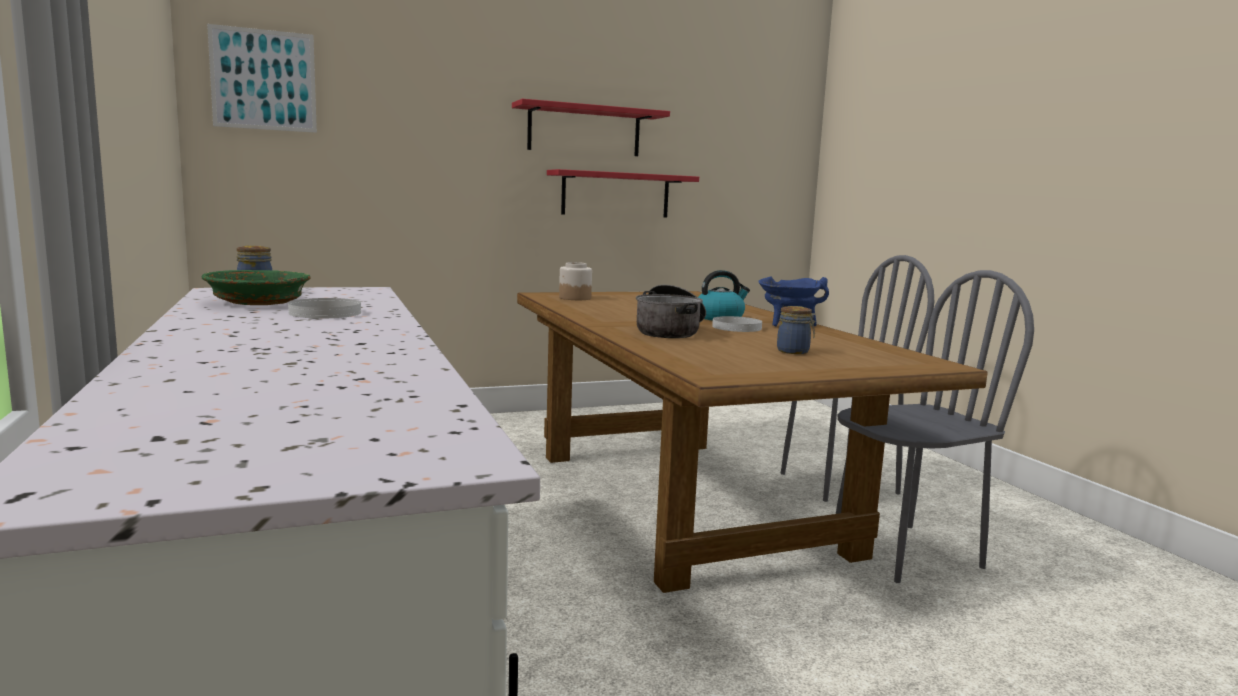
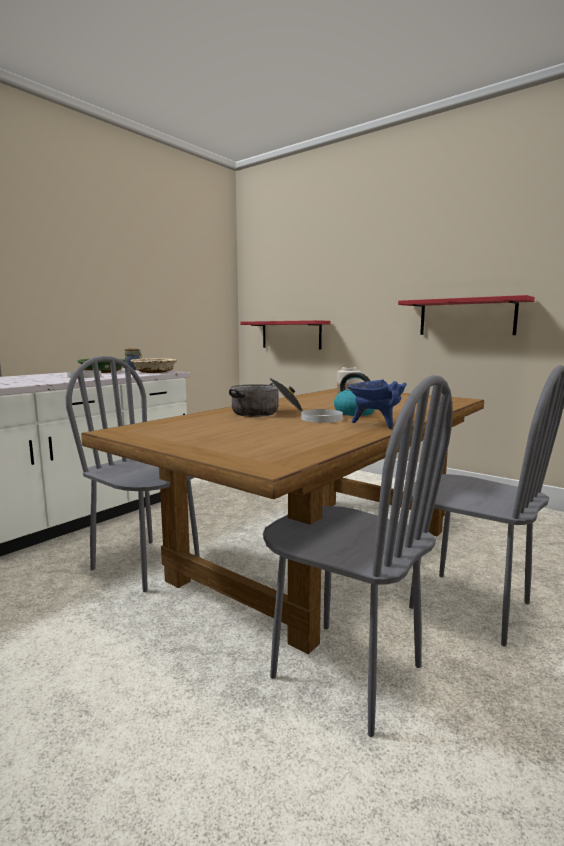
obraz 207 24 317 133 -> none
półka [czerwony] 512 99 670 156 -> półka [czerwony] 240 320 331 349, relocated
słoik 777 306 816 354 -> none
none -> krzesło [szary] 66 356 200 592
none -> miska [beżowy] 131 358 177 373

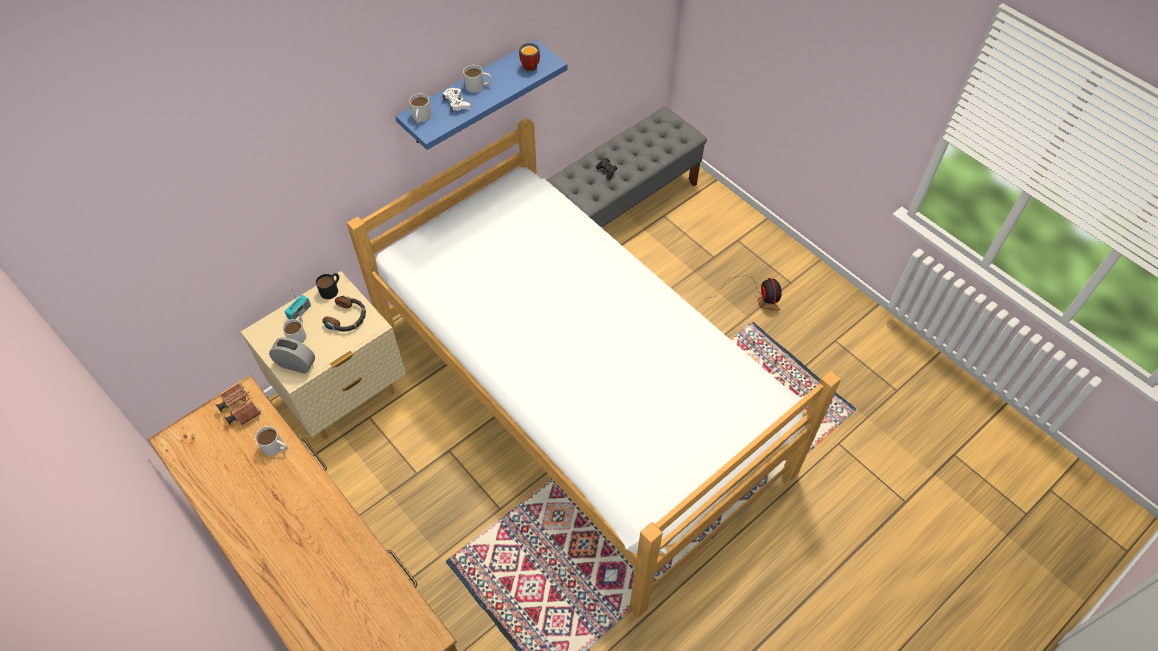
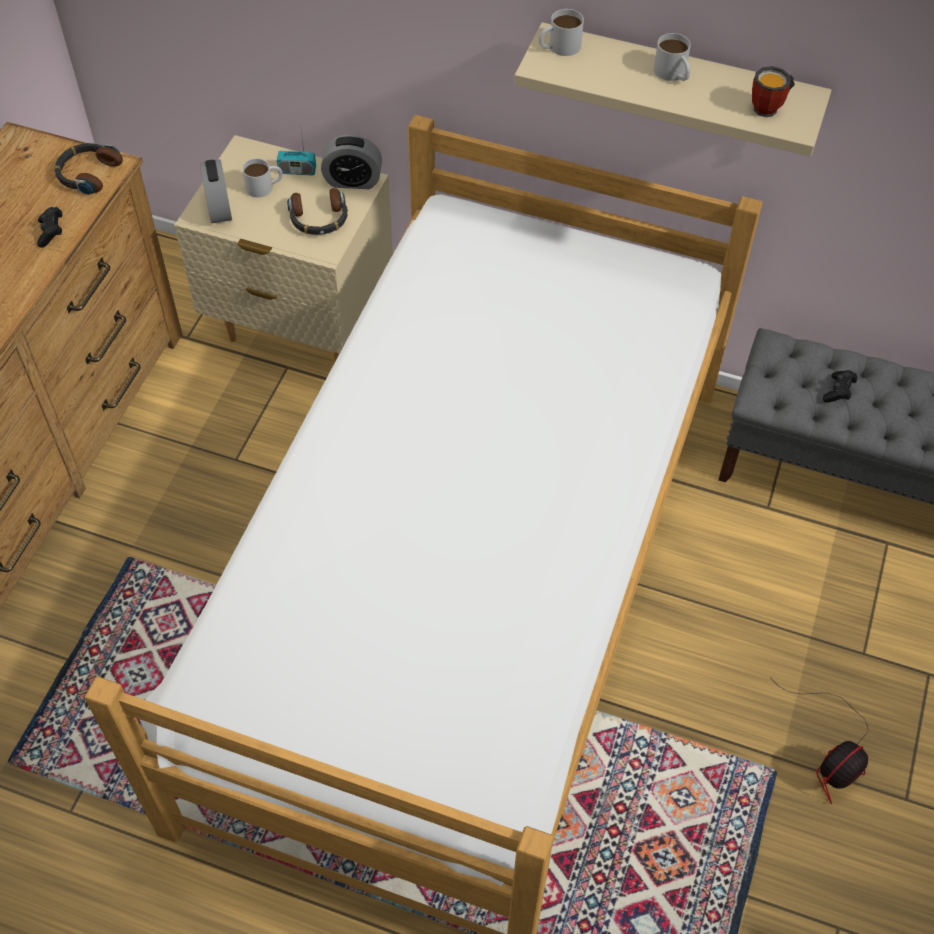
lornetka [brązowy] 216 383 261 425 -> słuchawki 54 143 123 195
kubek [biały] 255 426 288 456 -> pad do gier [czarny] 37 207 62 248
kubek [czarny] 316 273 339 299 -> budzik 321 135 382 189
półka [niebieski] 395 40 567 150 -> półka [beżowy] 514 22 831 157
pad do gier [biały] 443 88 471 113 -> none

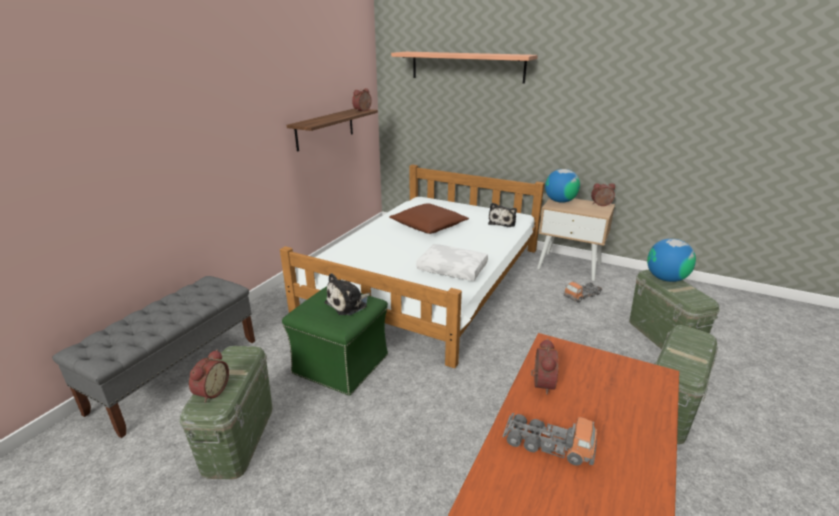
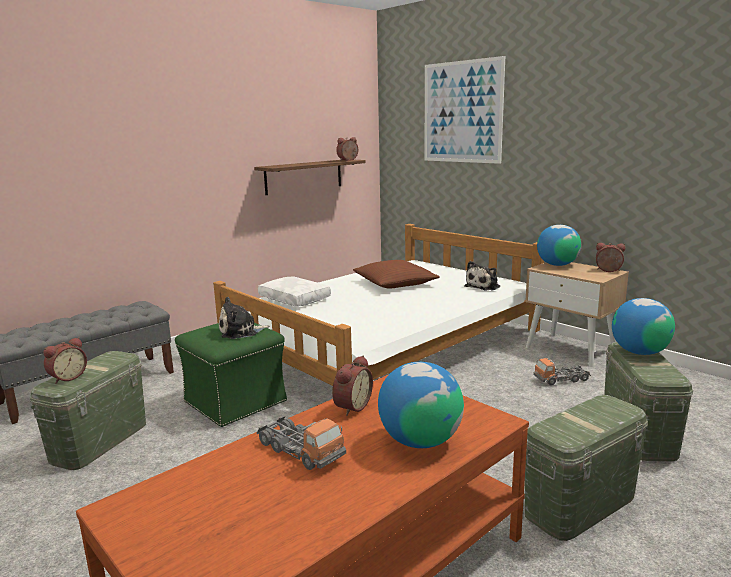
półka 391 52 538 84 -> obraz 425 56 505 164
poduszka [biały] 416 244 488 281 -> poduszka [biały] 258 276 331 306, relocated
none -> globus 378 362 464 448

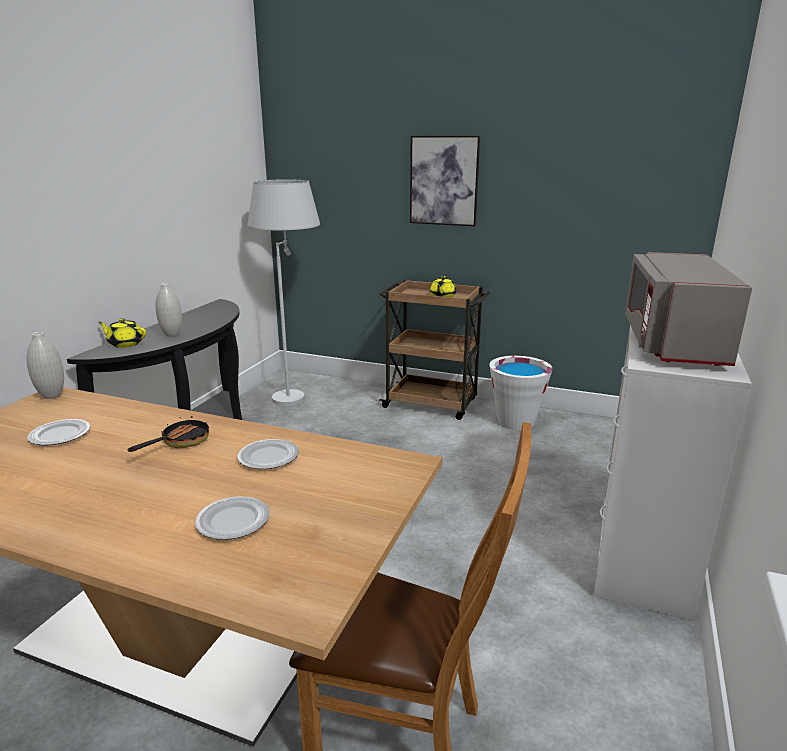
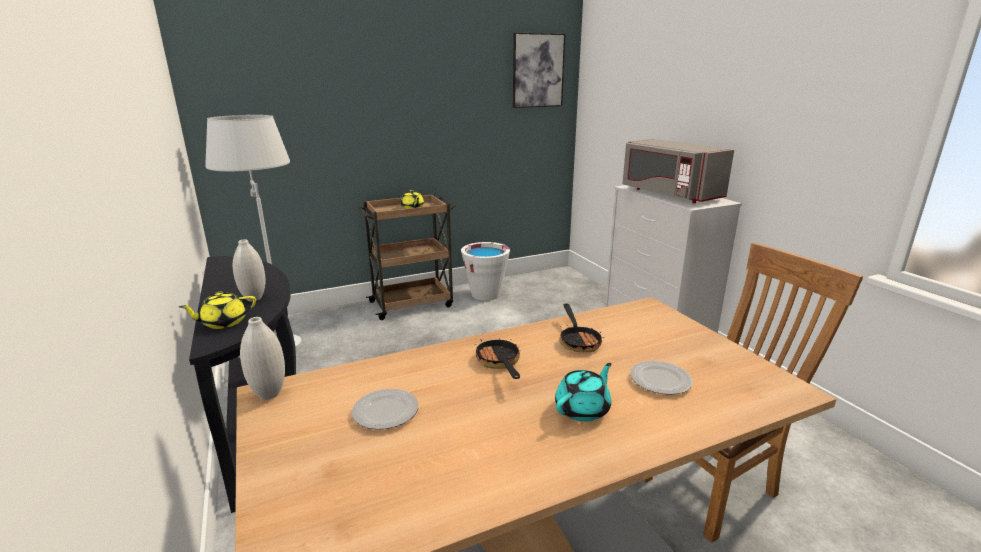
talerz 237 439 299 469 -> patelnia 559 304 604 352
obraz 410 136 480 226 -> obraz 513 33 565 108, relocated
none -> imbryk [turkusowy] 555 363 611 422

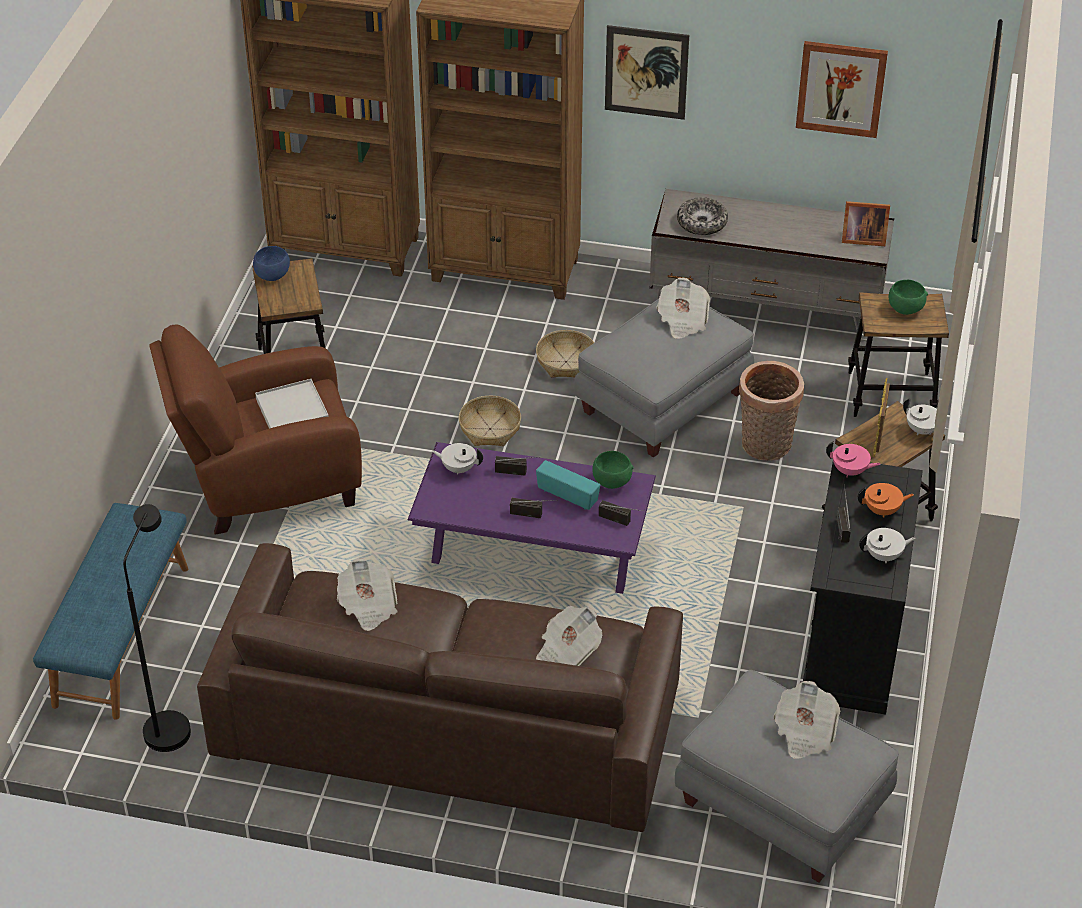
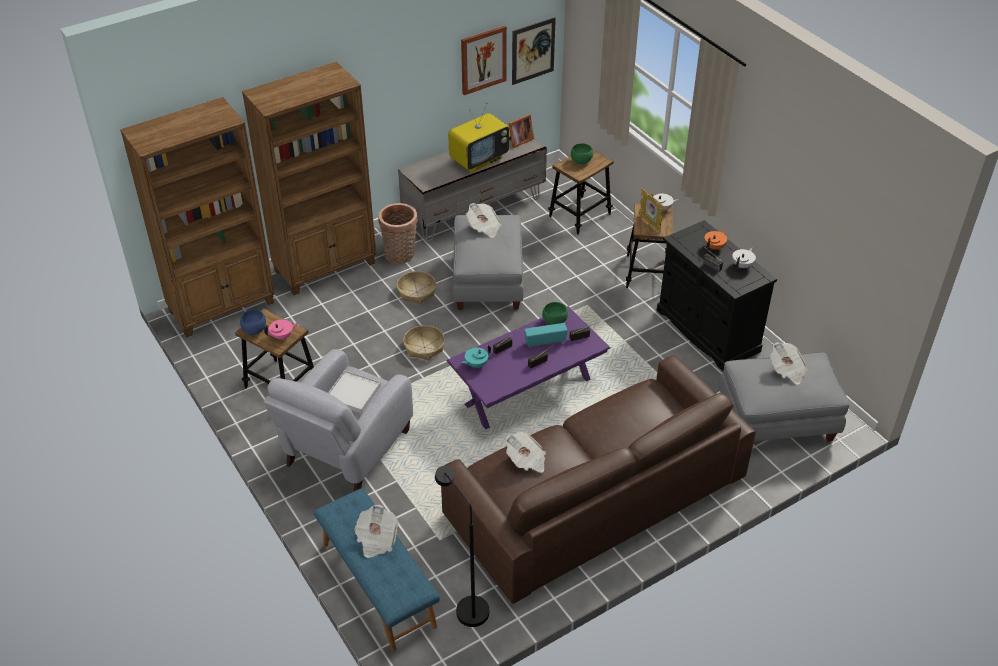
fotel [brązowy] 149 324 362 535 -> fotel [szary] 263 349 413 492
imbryk [biały] 432 443 483 475 -> imbryk [turkusowy] 460 345 491 368
gazeta 536 606 602 666 -> gazeta 354 505 399 558, relocated
obraz 605 25 689 120 -> obraz 512 17 556 85, relocated
miska 677 197 728 235 -> none
koszyk 739 361 804 461 -> koszyk 378 203 418 264, relocated
imbryk [różowy] 826 441 880 477 -> imbryk [różowy] 264 320 299 341, relocated
none -> telewizor 448 104 509 173

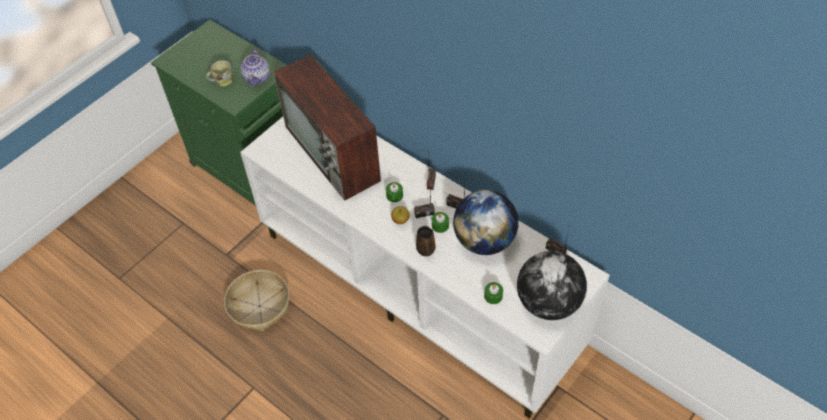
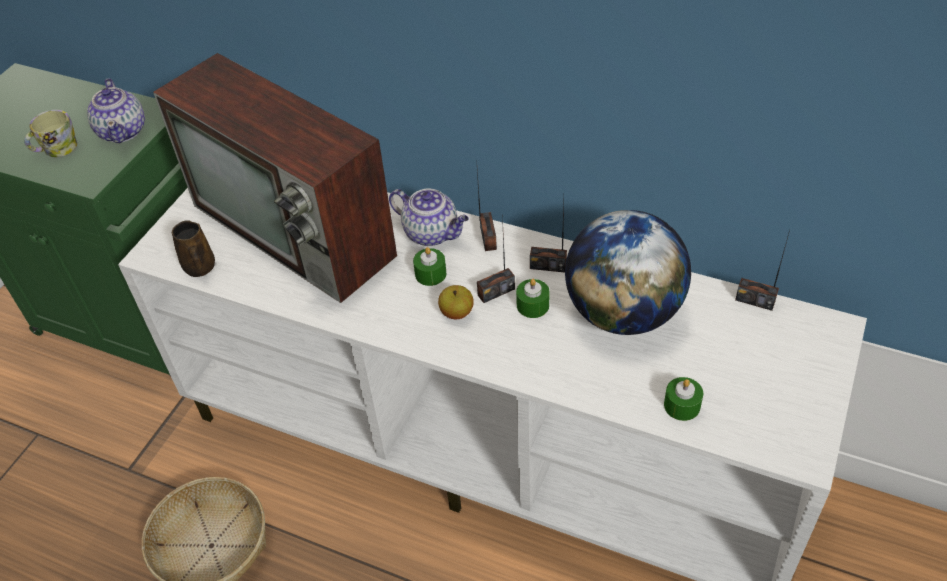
kubek [brązowy] 416 226 436 256 -> kubek [brązowy] 172 220 215 277, relocated
globus 517 251 587 320 -> none
none -> imbryk 389 189 469 246

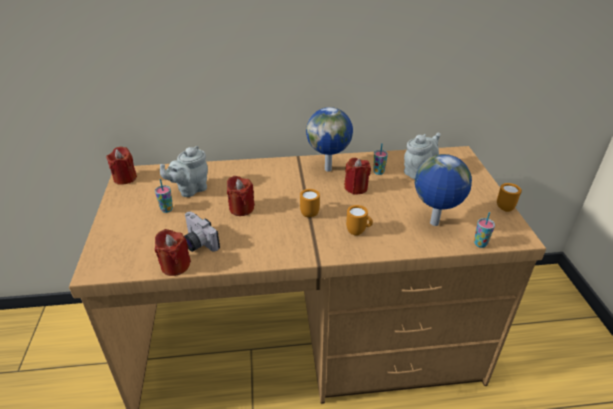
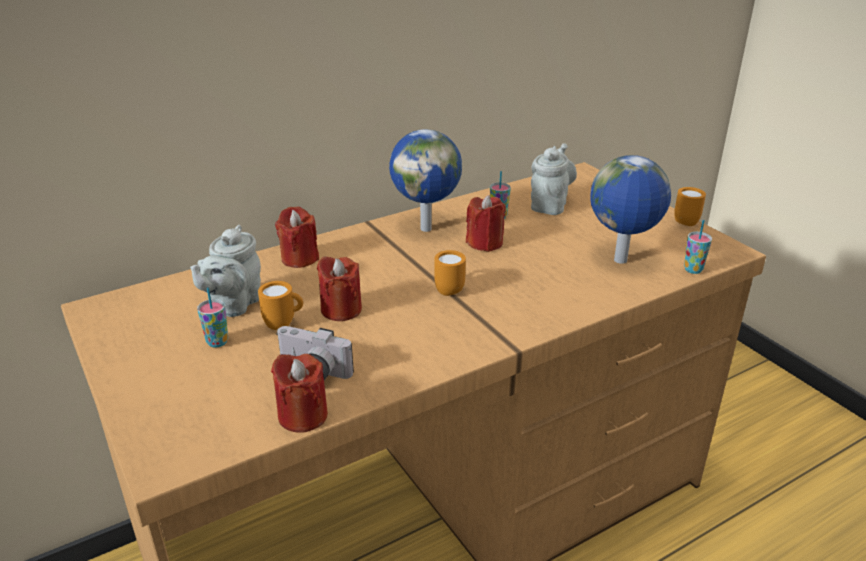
świeca [czerwony] 106 146 137 185 -> świeca [czerwony] 275 207 319 268, relocated
kubek [pomarańczowy] 346 205 373 236 -> kubek [pomarańczowy] 258 281 303 330, relocated

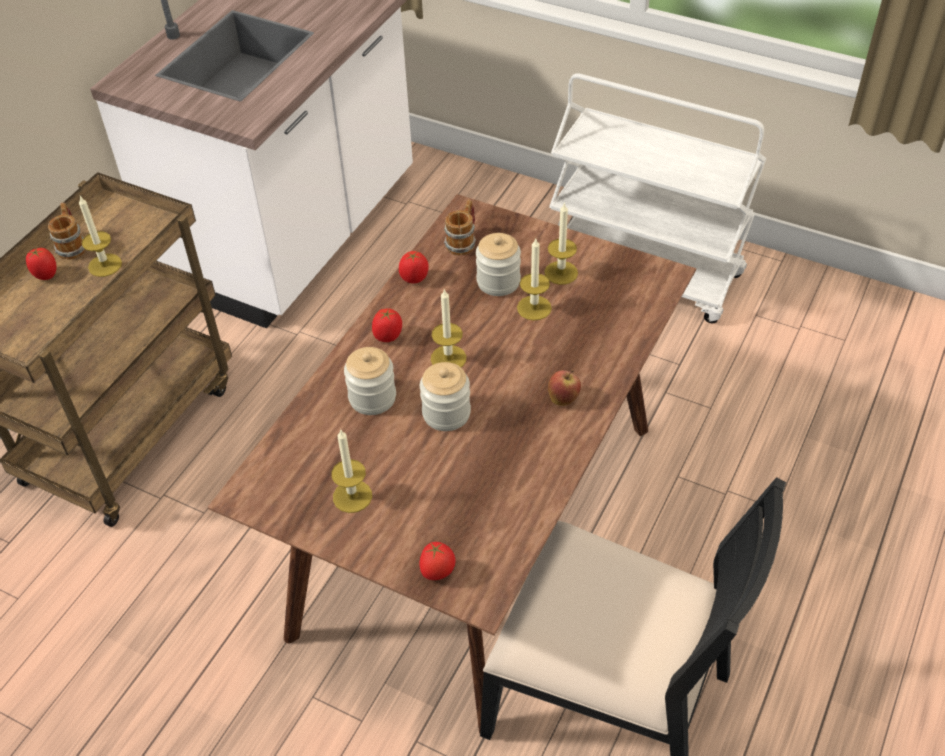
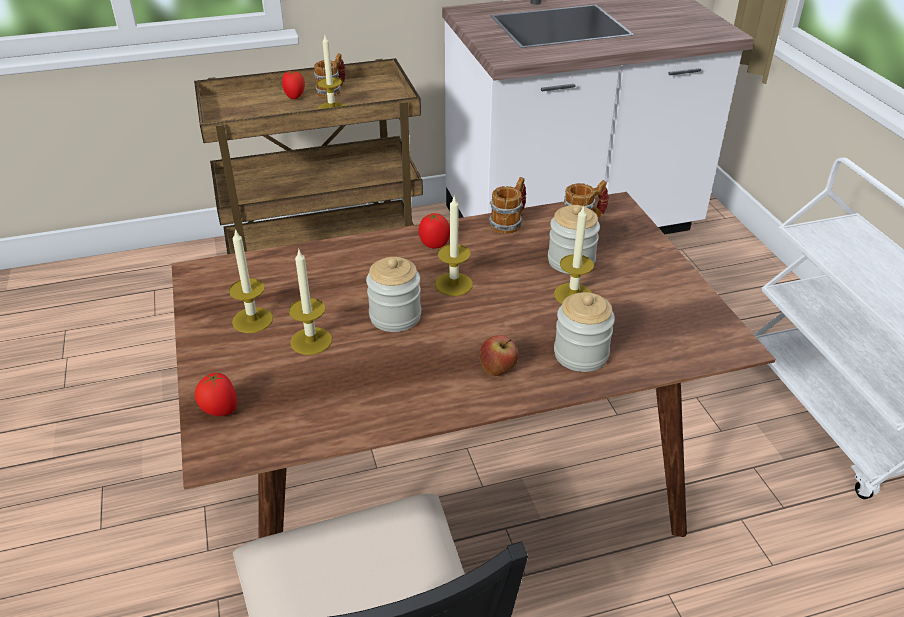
słoik 344 347 396 415 -> słoik 554 292 615 372, relocated
pomidor 399 251 429 283 -> kubek 489 177 526 234
świeca 544 202 578 285 -> świeca 289 250 332 355, relocated

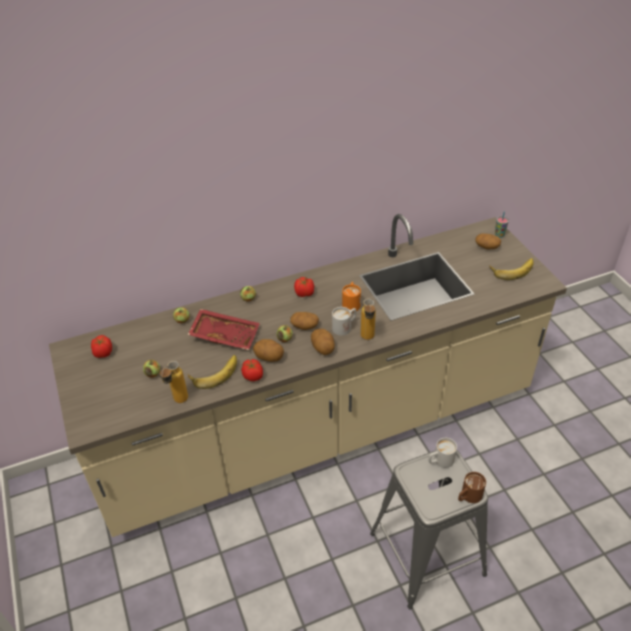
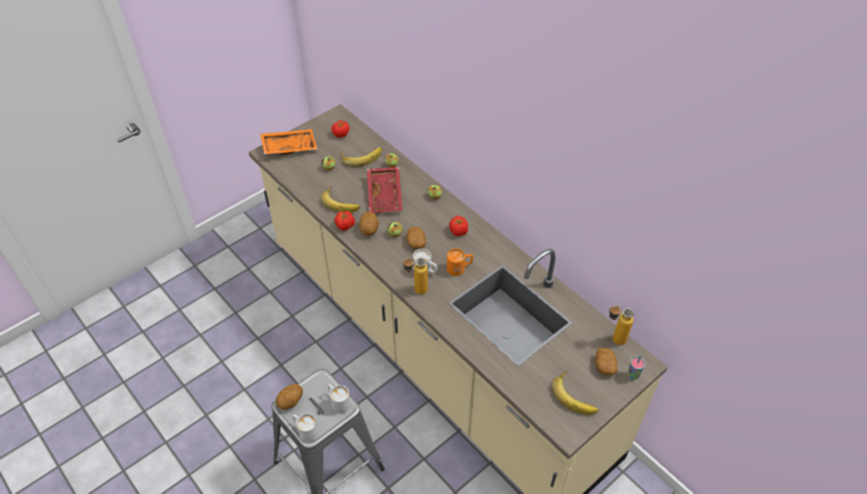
butelka 160 361 188 403 -> butelka 609 306 634 345, relocated
ziemniak 311 329 335 355 -> ziemniak 276 384 303 410, relocated
kubek [brązowy] 458 472 486 503 -> kubek [biały] 292 413 319 442
none -> taca [pomarańczowy] 260 129 317 155
none -> banan 341 147 382 167

